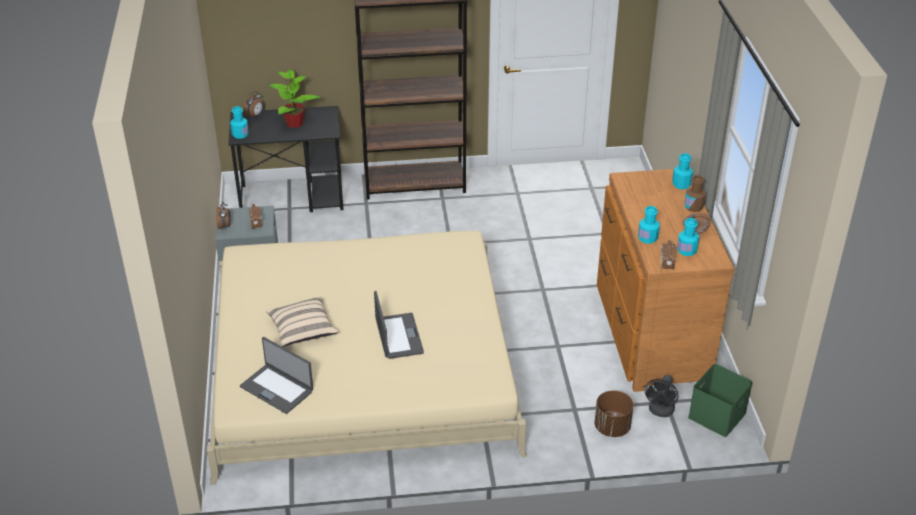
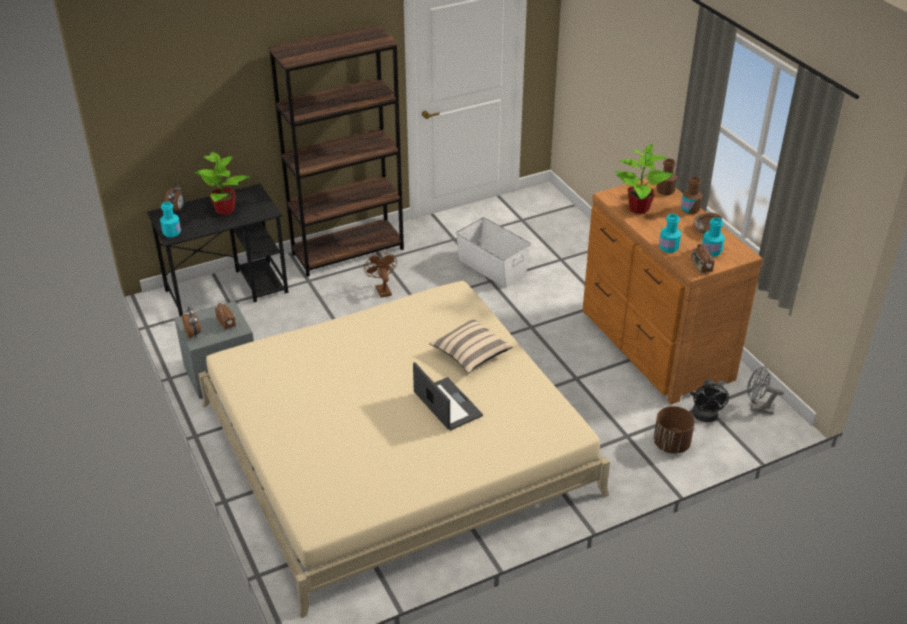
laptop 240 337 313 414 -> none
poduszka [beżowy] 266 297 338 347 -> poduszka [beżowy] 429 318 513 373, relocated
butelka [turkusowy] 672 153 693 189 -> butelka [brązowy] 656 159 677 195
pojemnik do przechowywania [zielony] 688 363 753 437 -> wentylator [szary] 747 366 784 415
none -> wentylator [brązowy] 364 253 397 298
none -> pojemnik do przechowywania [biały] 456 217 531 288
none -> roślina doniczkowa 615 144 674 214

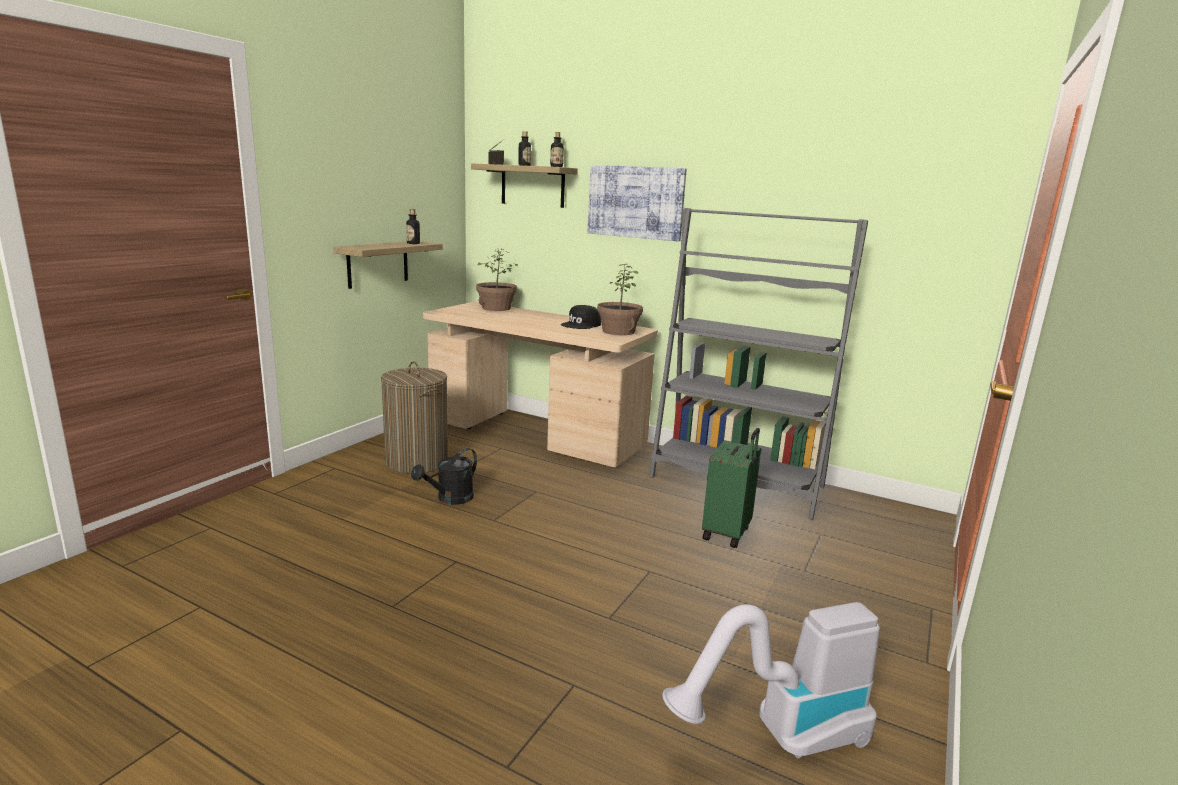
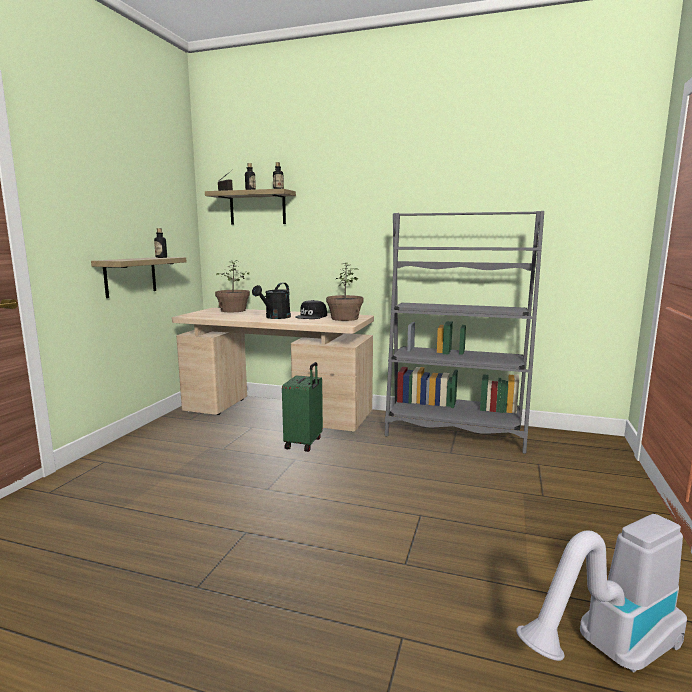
kosz na pranie 381 361 448 474 -> none
konewka [czarny] 411 448 477 505 -> konewka [czarny] 252 283 291 319, relocated
obraz 588 165 687 242 -> none
walizka [zielony] 702 428 761 548 -> walizka [zielony] 282 362 323 452, relocated

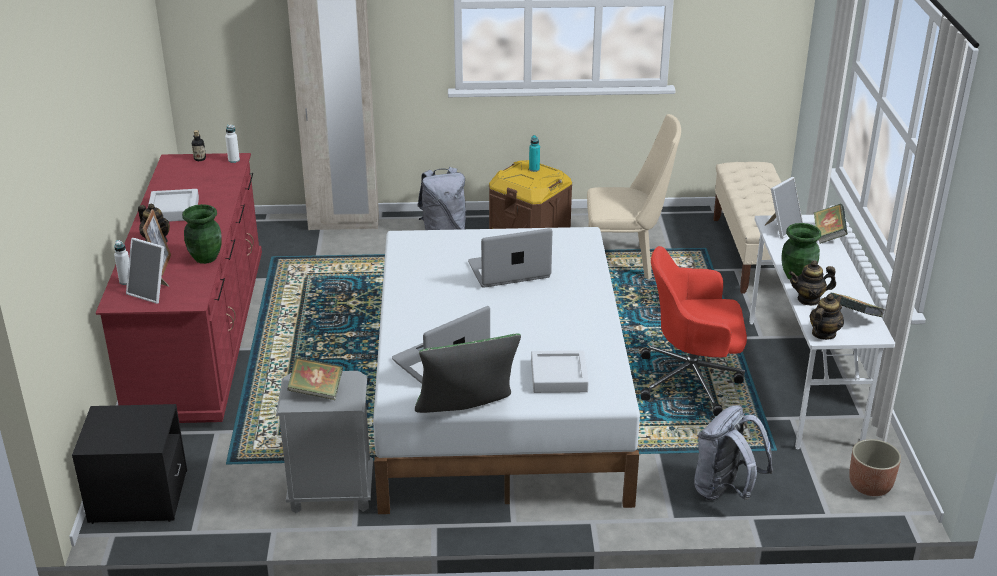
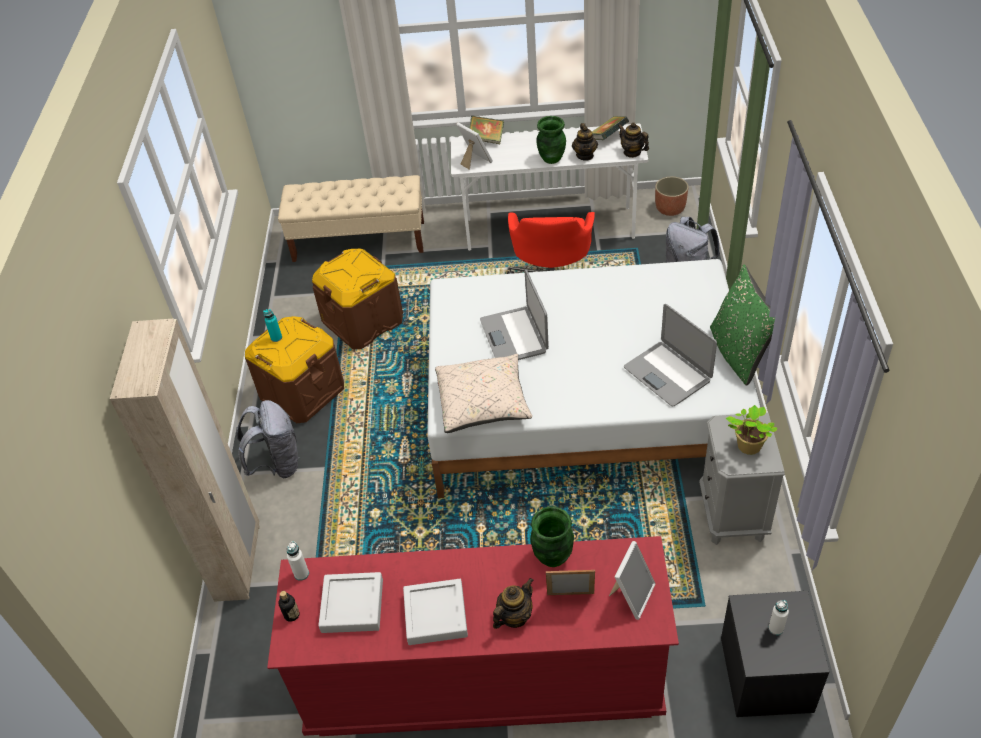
butelka [biały] 114 240 129 285 -> butelka [biały] 768 600 789 635, relocated
książka 287 357 343 400 -> roślina doniczkowa 726 405 777 455
taca [szary] 531 351 589 393 -> taca [szary] 318 572 383 633, relocated
krzesło [beżowy] 587 114 681 279 -> pojemnik do przechowywania [brązowy] 312 249 403 349
none -> poduszka [beżowy] 435 354 532 433

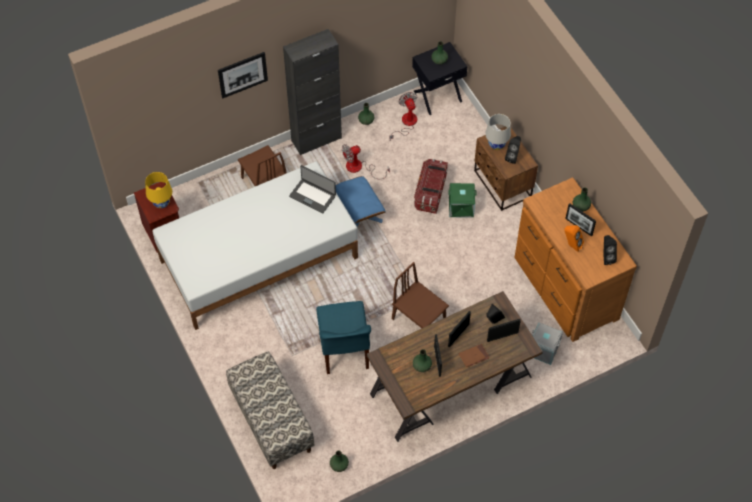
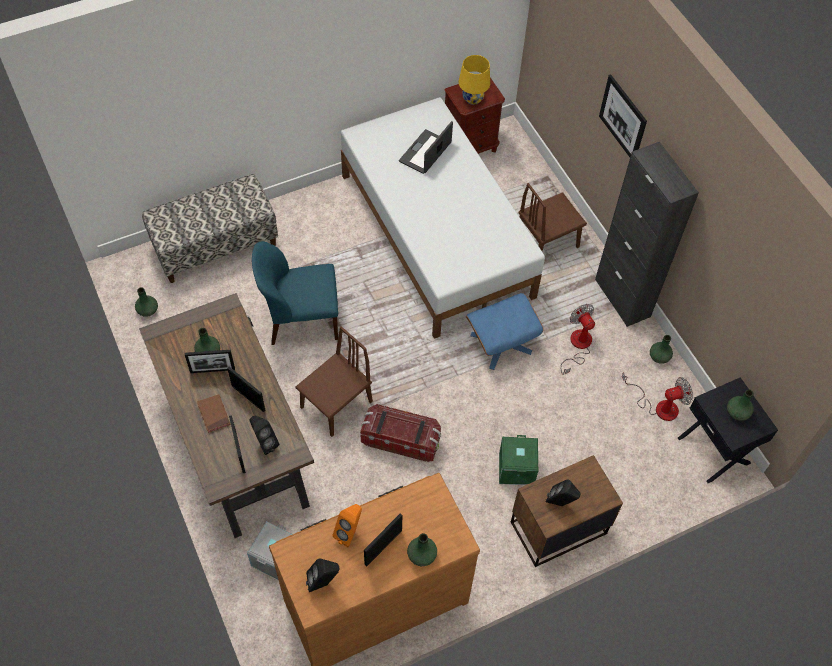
laptop 289 165 336 214 -> laptop 399 121 453 174, relocated
pojemnik do przechowywania 414 159 448 214 -> pojemnik do przechowywania 360 404 441 462, relocated
lampa stołowa [biały] 485 114 511 150 -> none

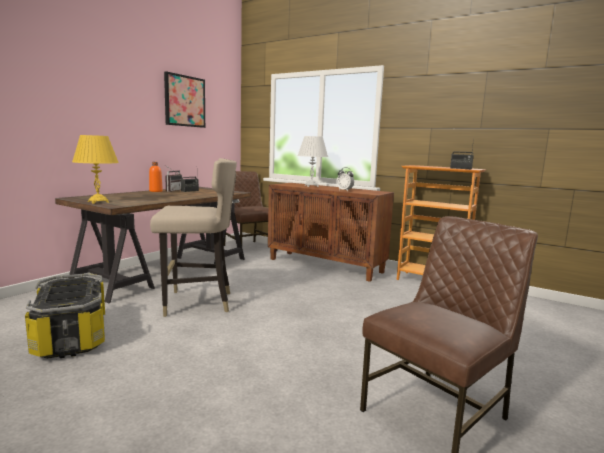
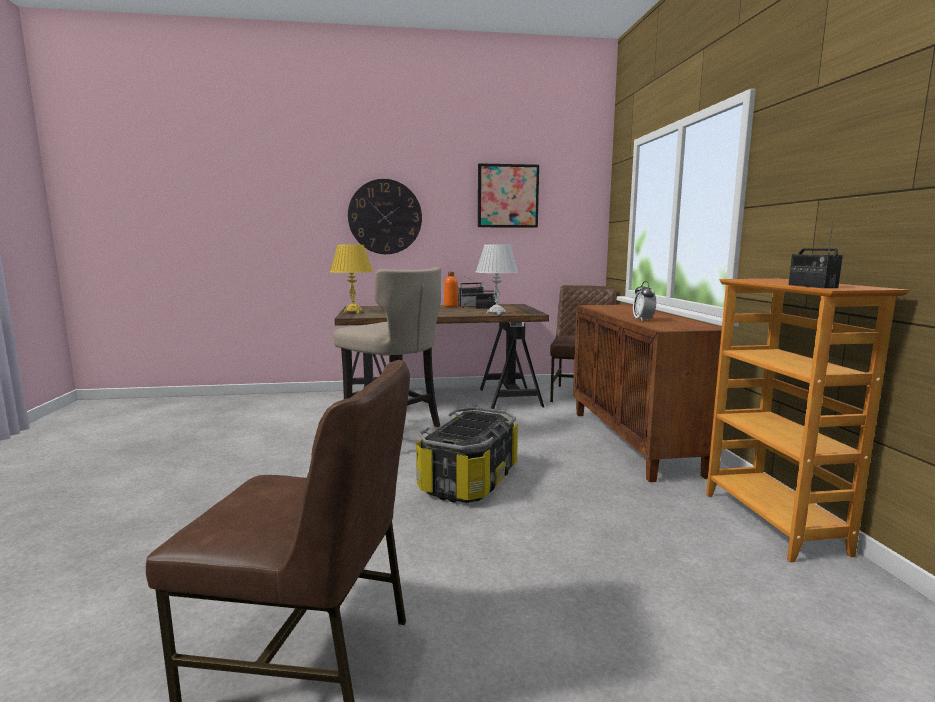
pojemnik do przechowywania 25 273 105 359 -> pojemnik do przechowywania 416 407 518 503, relocated
lampa stołowa [biały] 297 136 328 187 -> lampa stołowa [biały] 476 245 518 315, relocated
none -> zegar ścienny 348 179 422 254

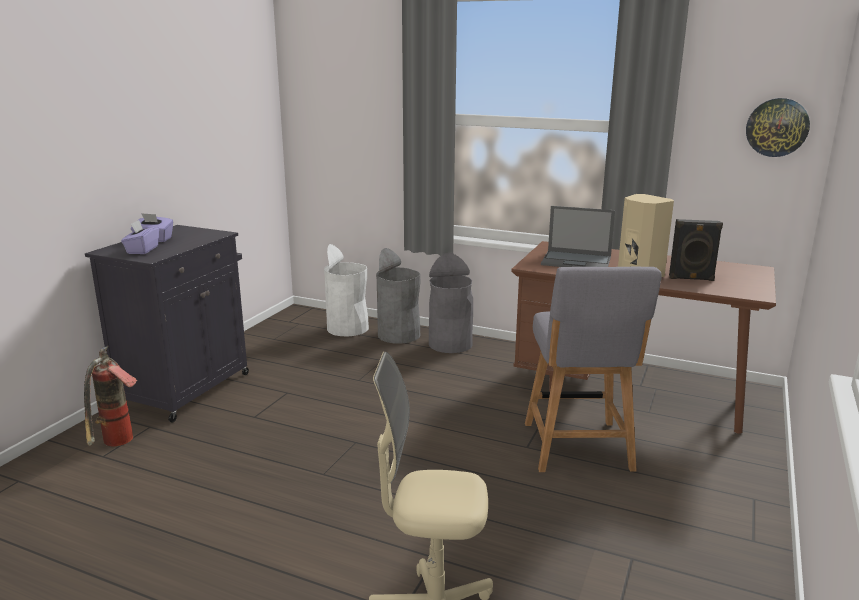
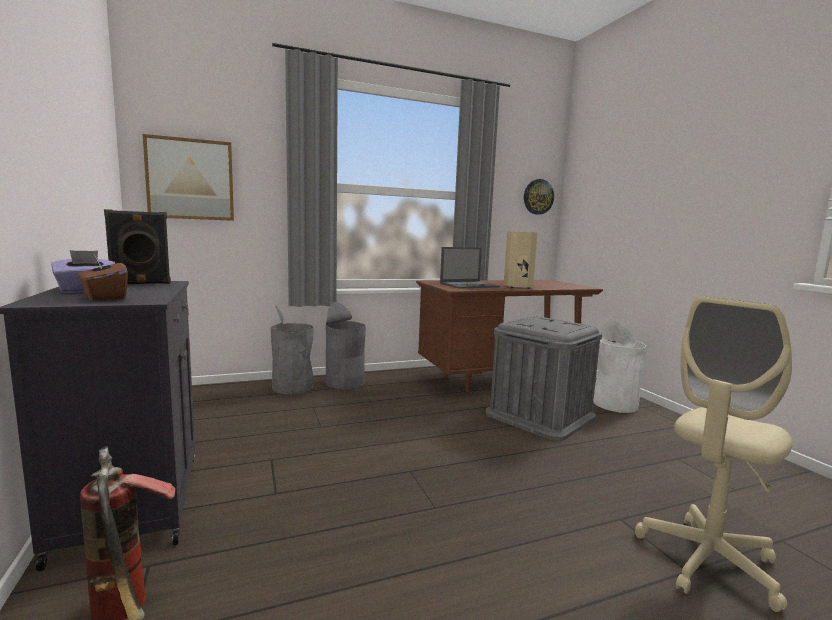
pudełko chusteczek [fioletowy] 121 220 159 254 -> pudełko chusteczek [brązowy] 78 253 128 301
kosz na śmieci [biały] 324 244 369 336 -> kosz na śmieci [biały] 593 321 646 413, relocated
krzesło [szary] 525 267 662 472 -> pojemnik do przechowywania [szary] 486 316 602 441
głośnik [czarny] 669 219 723 281 -> głośnik [czarny] 104 209 171 284, relocated
none -> obraz 143 134 234 221

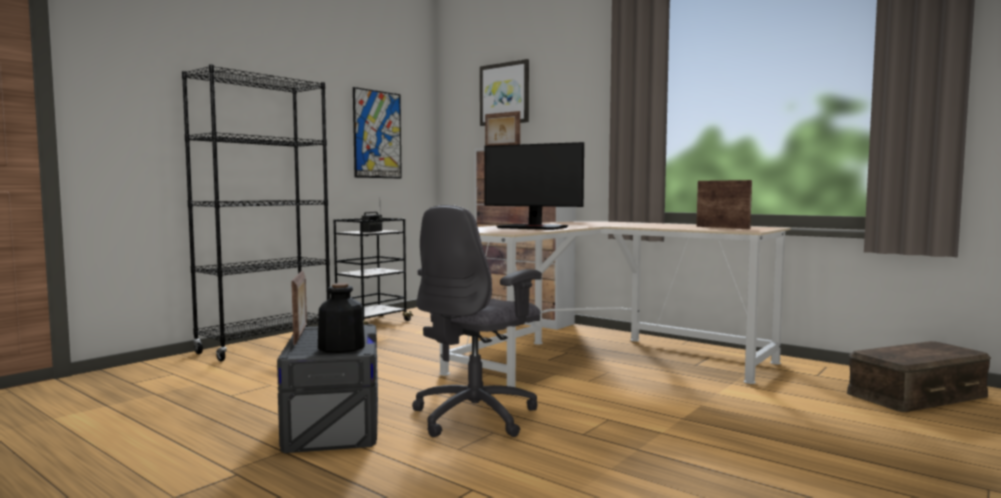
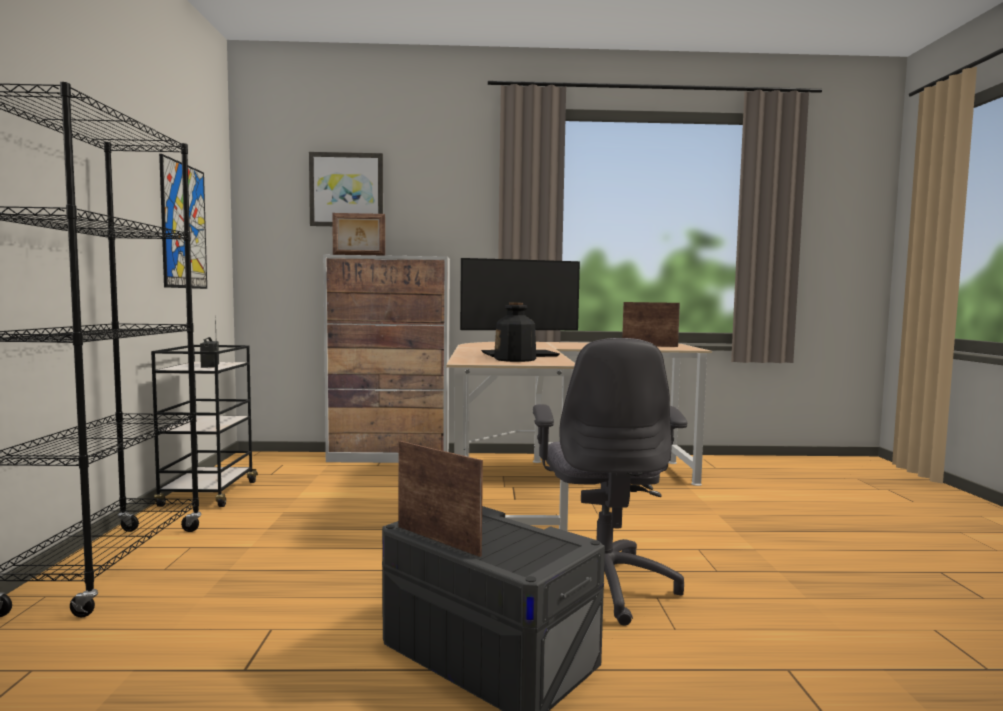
butelka 318 283 365 353 -> butelka 494 302 536 362, relocated
pojemnik do przechowywania [brązowy] 847 341 991 412 -> none

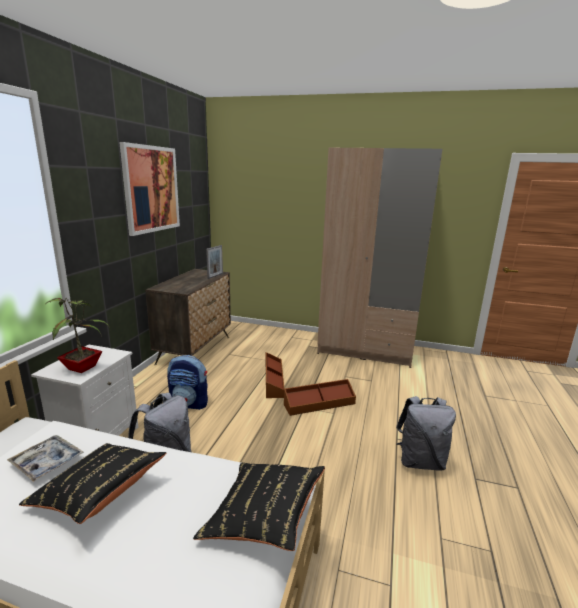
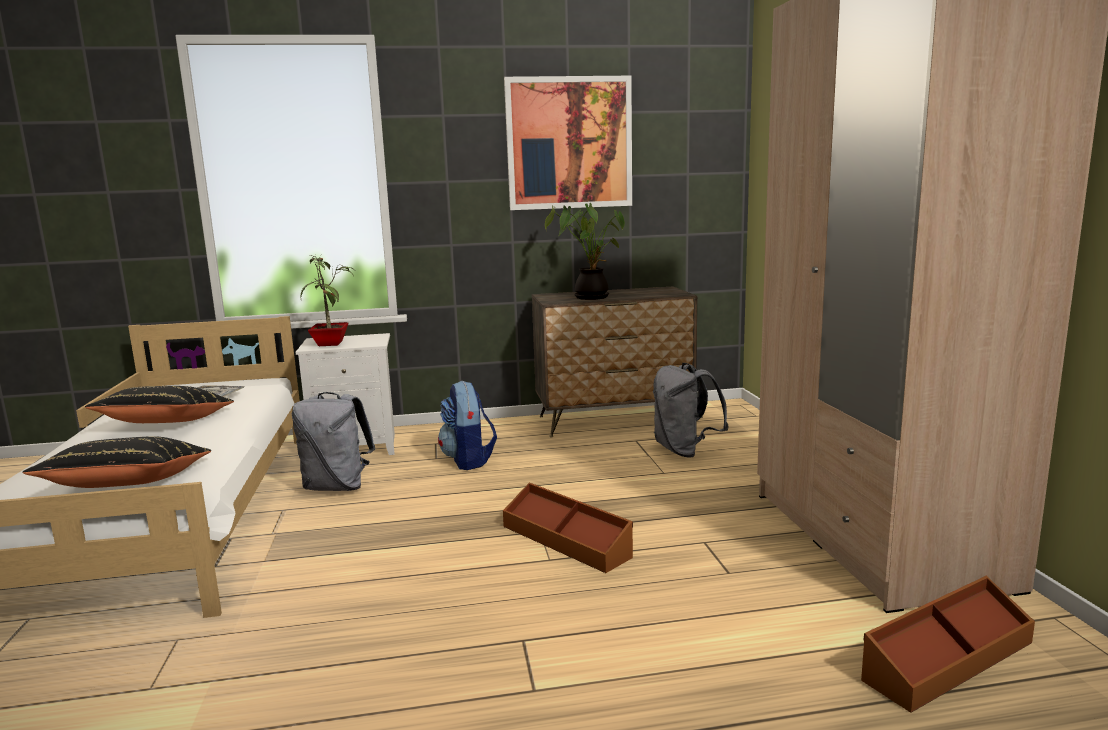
ramka na zdjęcie 206 245 223 279 -> none
pojemnik do przechowywania [brązowy] 265 352 284 398 -> pojemnik do przechowywania [brązowy] 861 576 1035 713, relocated
plecak [szary] 396 396 456 471 -> plecak [szary] 653 363 729 457, relocated
none -> roślina doniczkowa 545 203 625 300

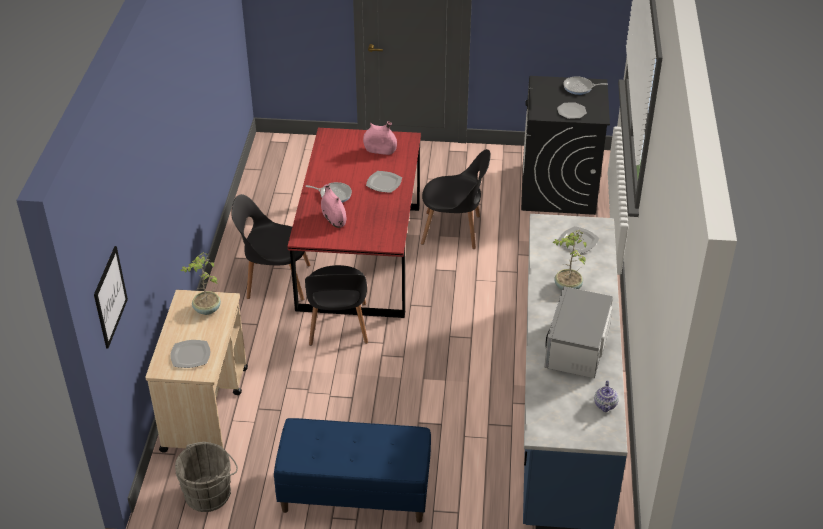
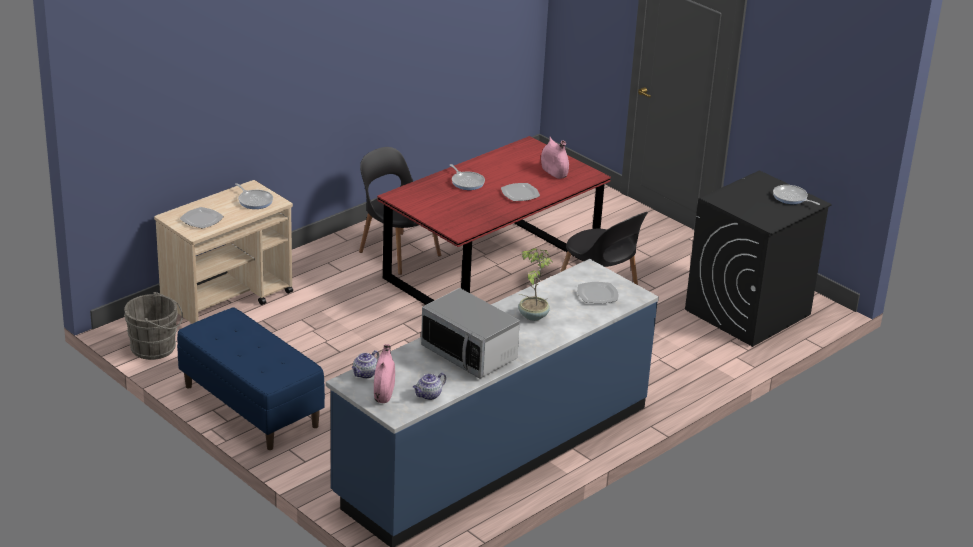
obraz 94 246 128 348 -> none
roślina doniczkowa 181 252 221 315 -> patelnia 235 183 273 209
krzesło [czarny] 305 265 368 346 -> none
wazon [różowy] 321 184 346 228 -> wazon [różowy] 374 344 395 403, relocated
mikrofalówka 544 287 613 378 -> mikrofalówka 421 288 520 379, 105 degrees counterclockwise
talerz 557 102 587 119 -> none
none -> imbryk 352 350 379 379

